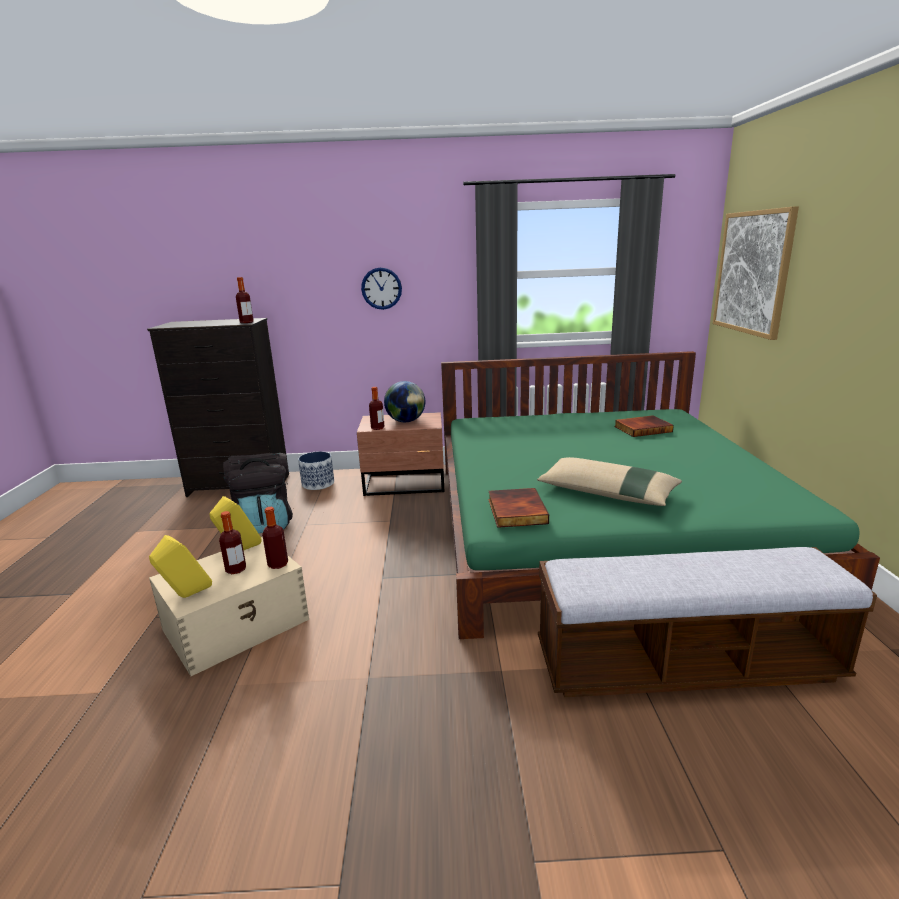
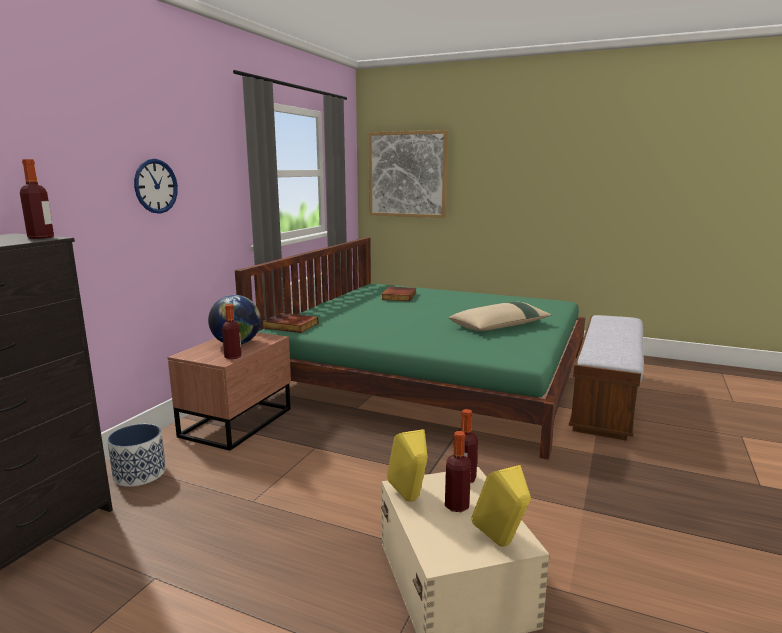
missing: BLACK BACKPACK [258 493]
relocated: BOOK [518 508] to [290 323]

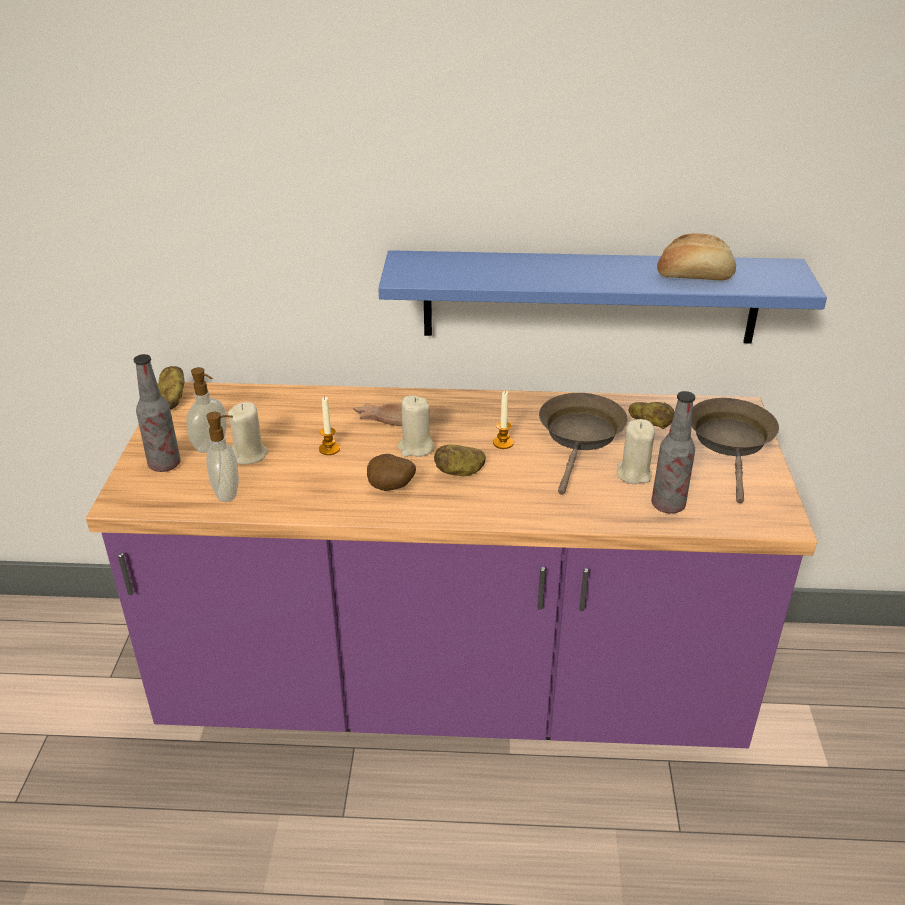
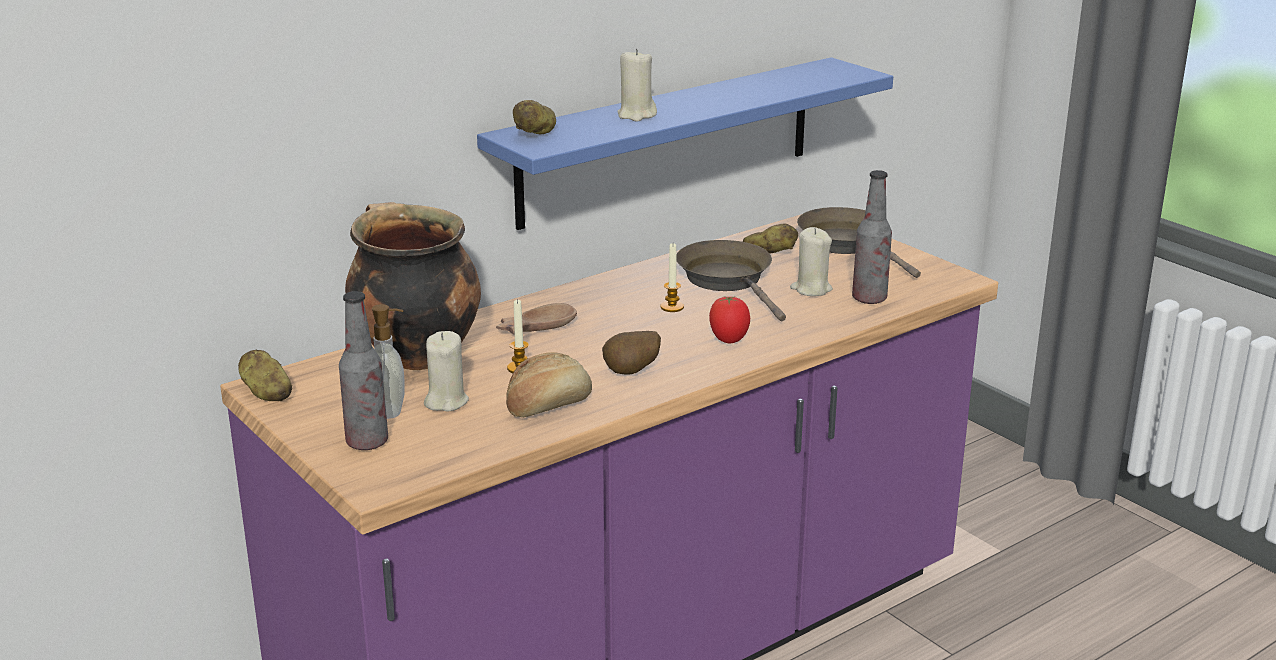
missing: SOAP DISPENSER [222 457]
appeared: COOKING POT [413 286]; TOMATO [729 320]
relocated: BREAD [696 256] to [549 384]; POTATO [460 460] to [534 117]; BEIGE CANDLE [416 426] to [637 85]

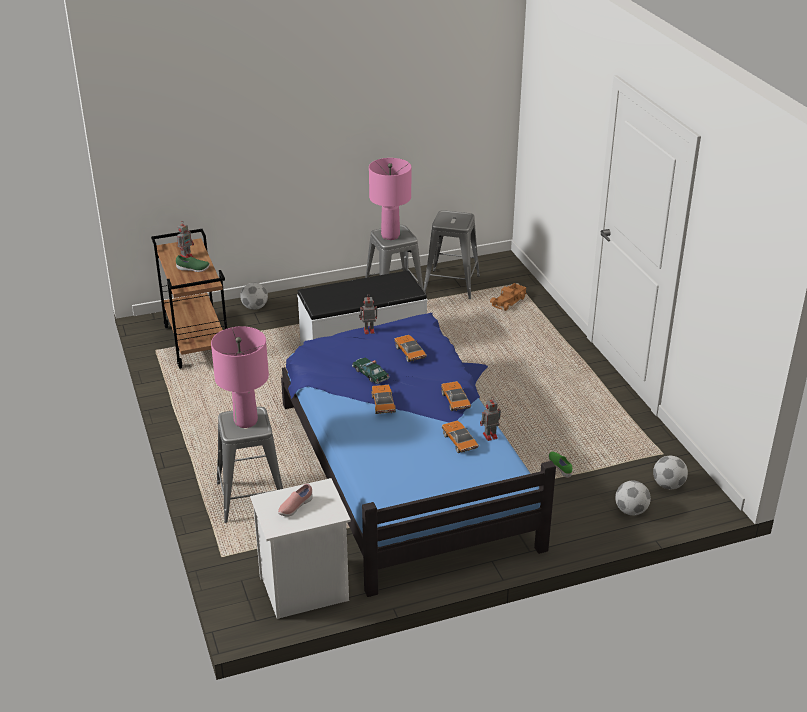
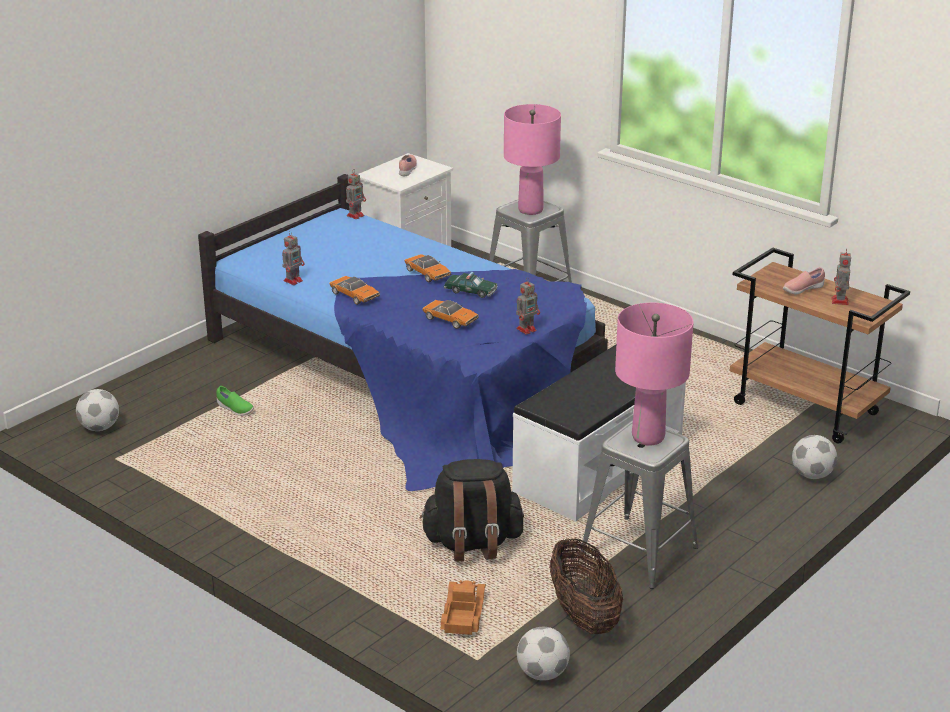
missing: TOY CAR [460 436]
appeared: TOY ROBOT [356 194]; BLACK BACKPACK [472 510]
relocated: FOOTBALL [633 498] to [543 654]
exchanged: GREY STOOL [452 254] to BASKET [586 586]
colour: GREEN SHOE [193 263] to PINK SHOE [804 280]

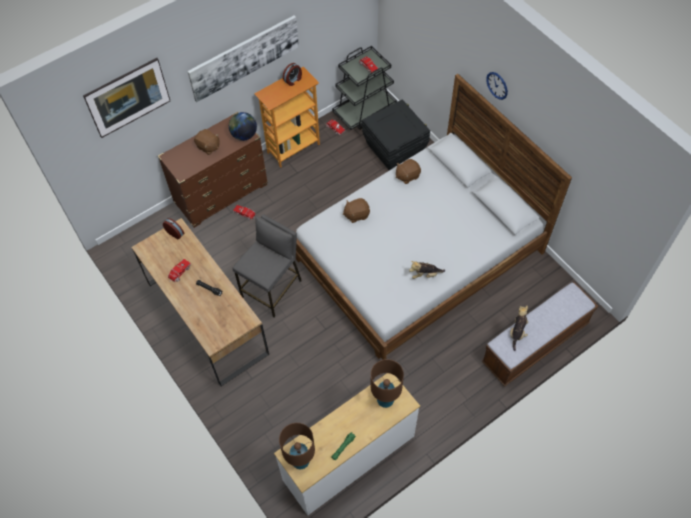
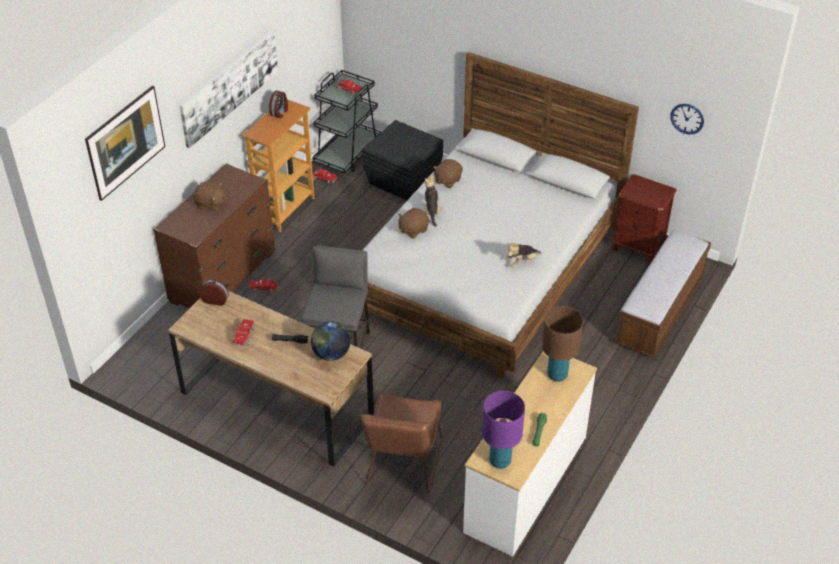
appeared: BROWN CHAIR [401 443]; BROWN NIGHTSTAND [644 219]
relocated: GLOBE [243 126] to [330 341]; PLUSH TOY [519 328] to [433 201]; WALL CLOCK [497 86] to [687 119]
colour: BROWN TABLE LAMP [297 446] to PURPLE TABLE LAMP [503 430]

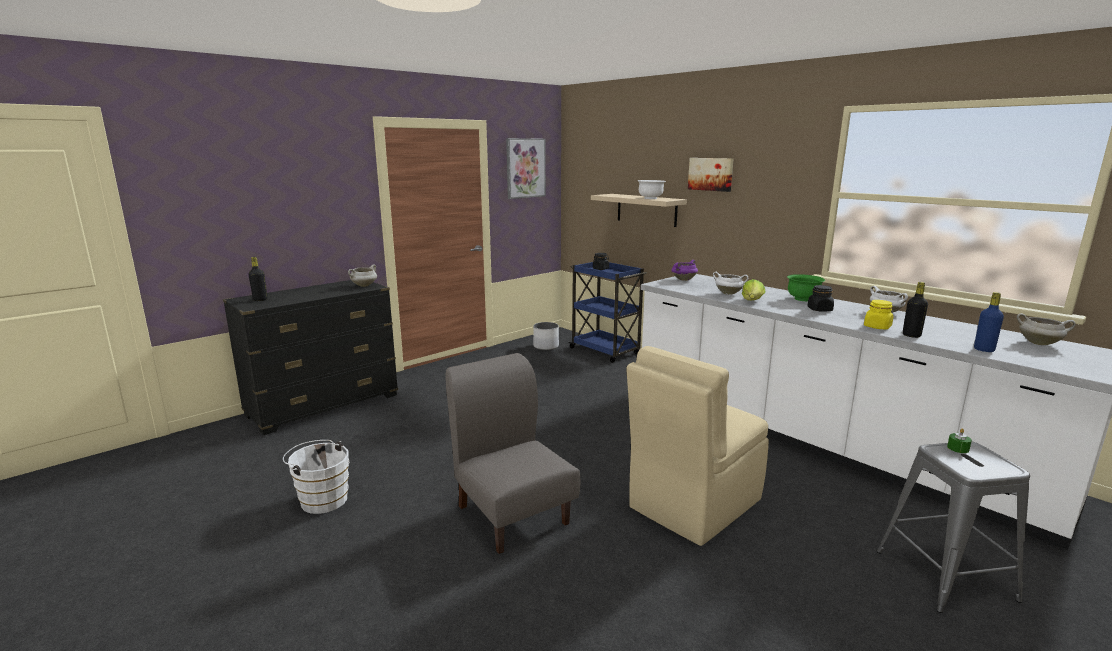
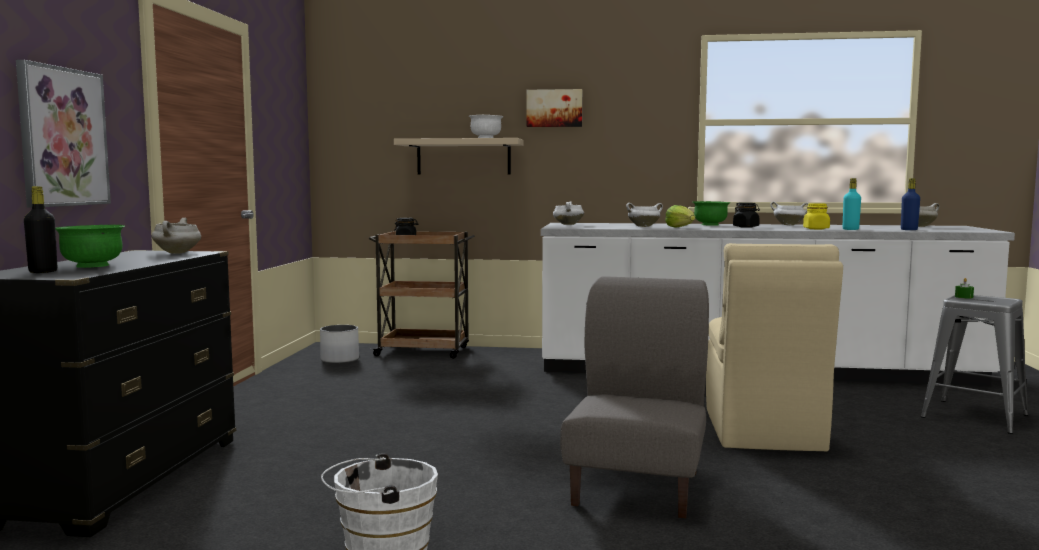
appeared: GREEN BOWL [90 246]
relocated: PICTURE [526 168] to [63 134]
colour: BLUE CART [607 312] to BROWN CART [422 295]; PURPLE COOKING POT [684 270] to WHITE COOKING POT [568 213]; BLACK BOTTLE [915 310] to TURQUOISE BOTTLE [852 204]
spun: GREY CHAIR [513 453] = [634 397] 90 degrees clockwise

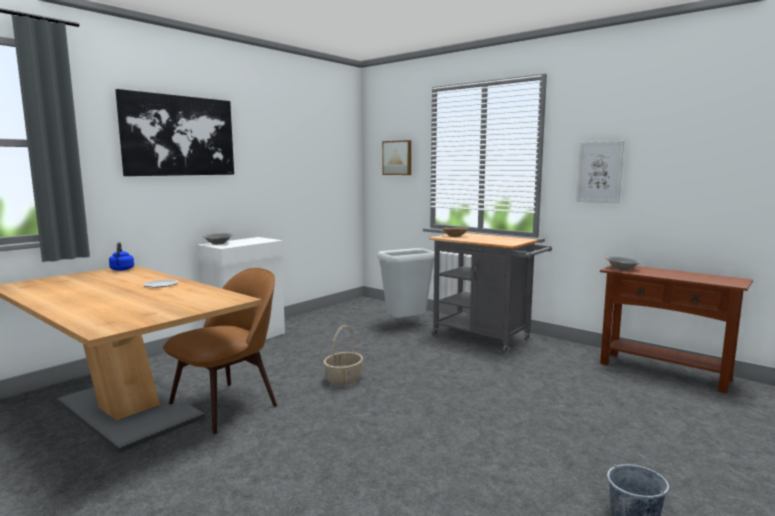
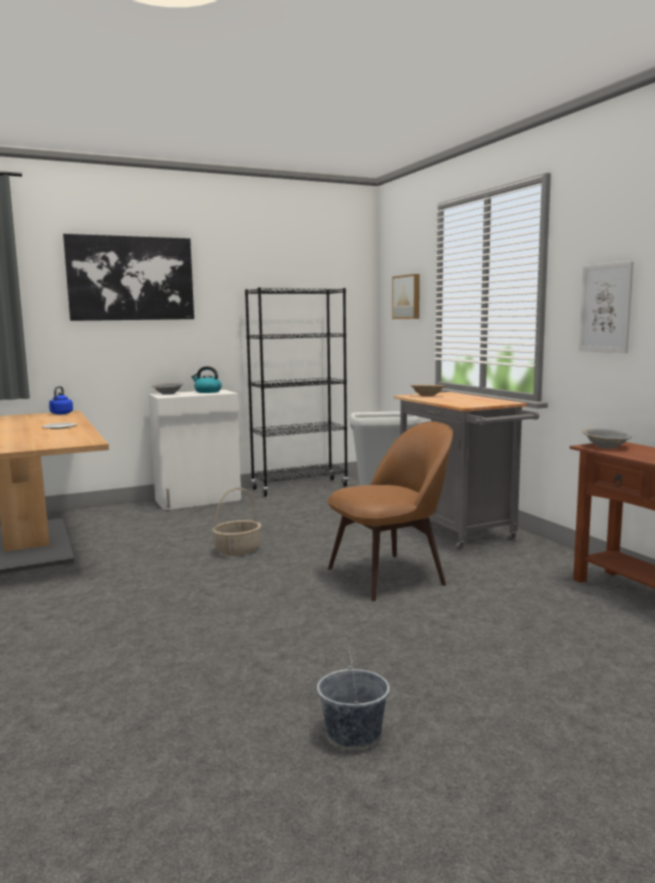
appeared: KETTLE [207 379]; BLACK BOOKCASE [297 392]
relocated: BROWN CHAIR [220 351] to [390 511]

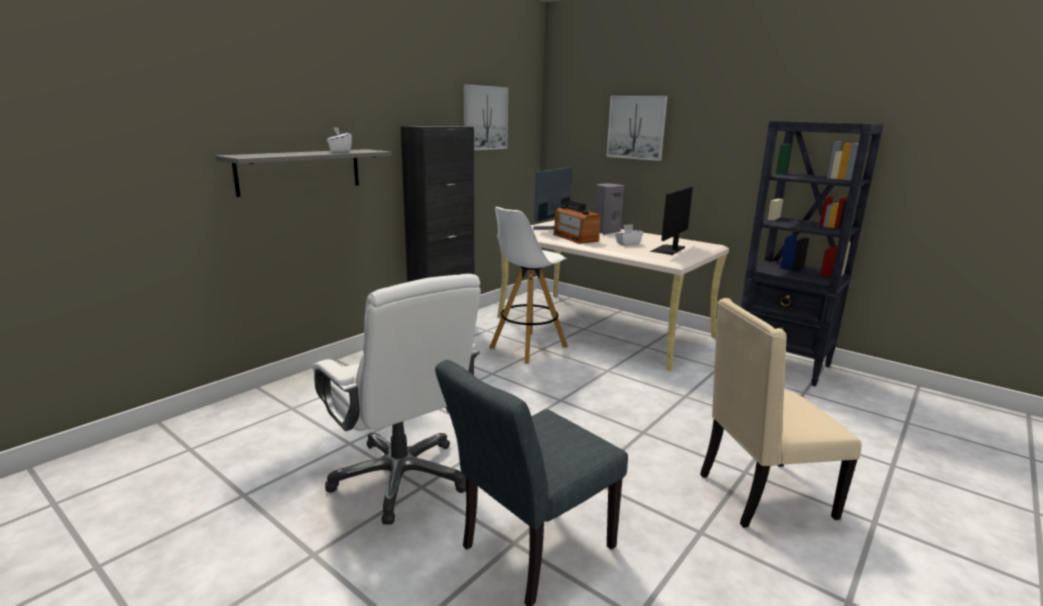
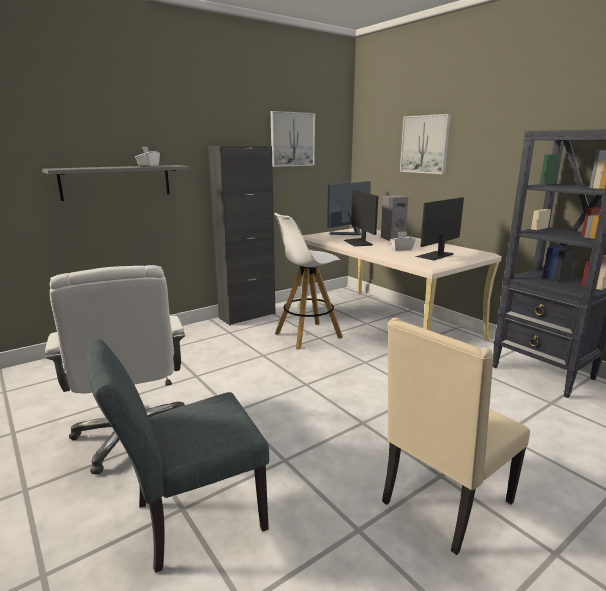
exchanged: RADIO [577 222] to MONITOR [360 218]
spun: BEIGE CHAIR [781 413] = [456 436] 45 degrees counterclockwise

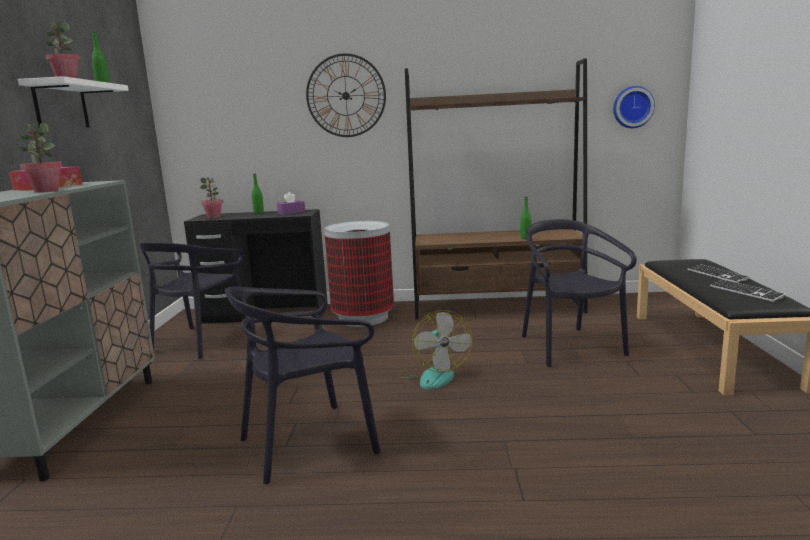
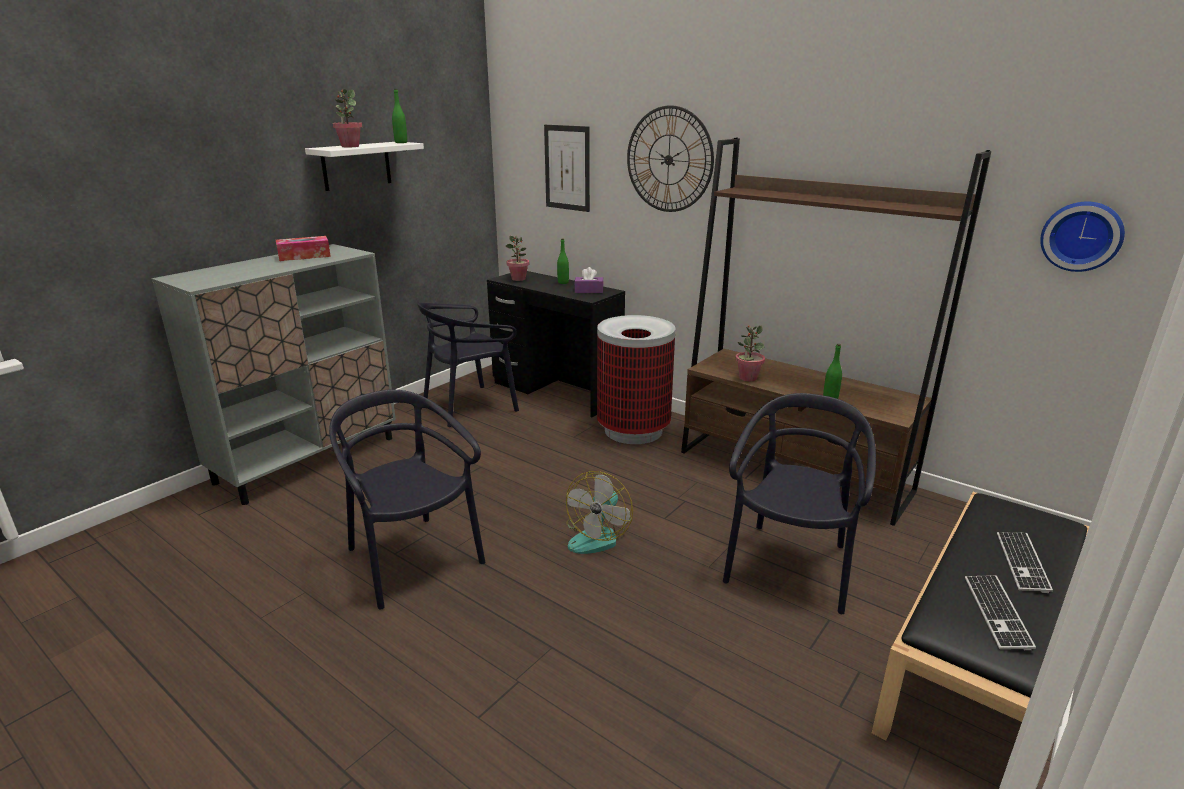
appeared: PICTURE [567 168]
relocated: POTTED PLANT [40 157] to [750 353]
spun: BLACK CHAIR [303 385] = [407 499] 45 degrees clockwise

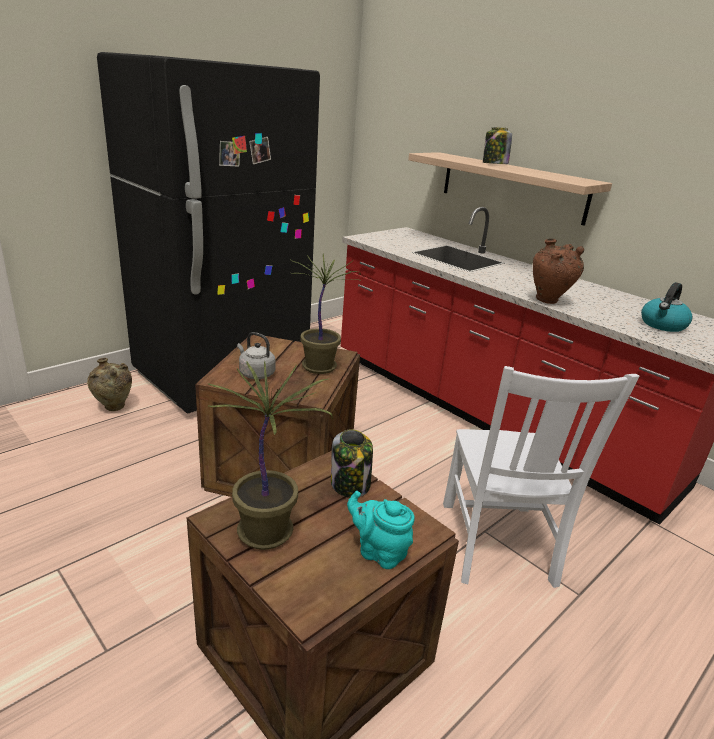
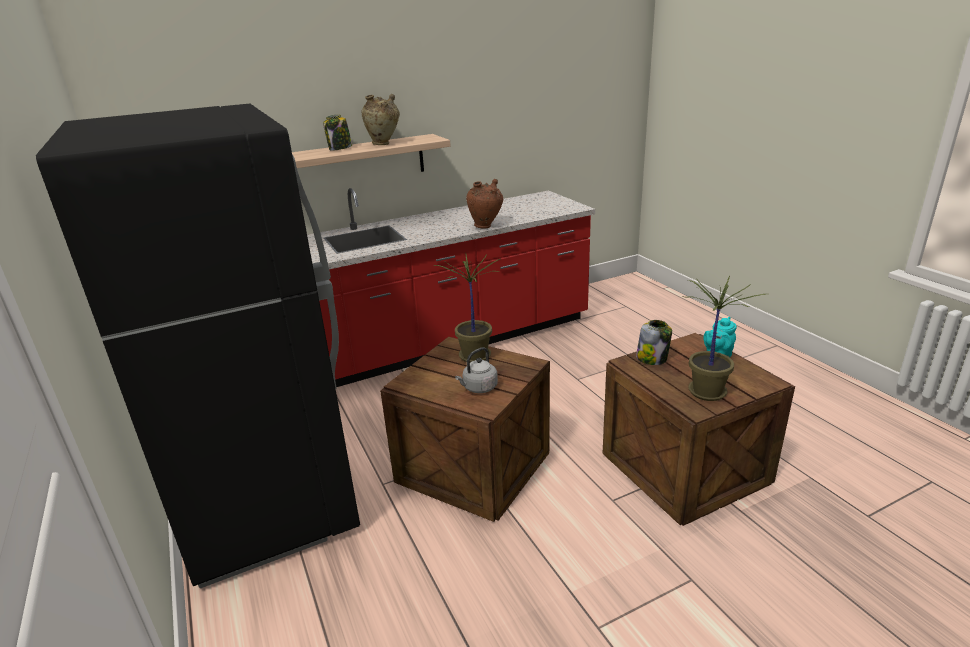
missing: WHITE CHAIR [541 477]; KETTLE [667 307]
relocated: BEIGE VASE [109 384] to [380 119]

